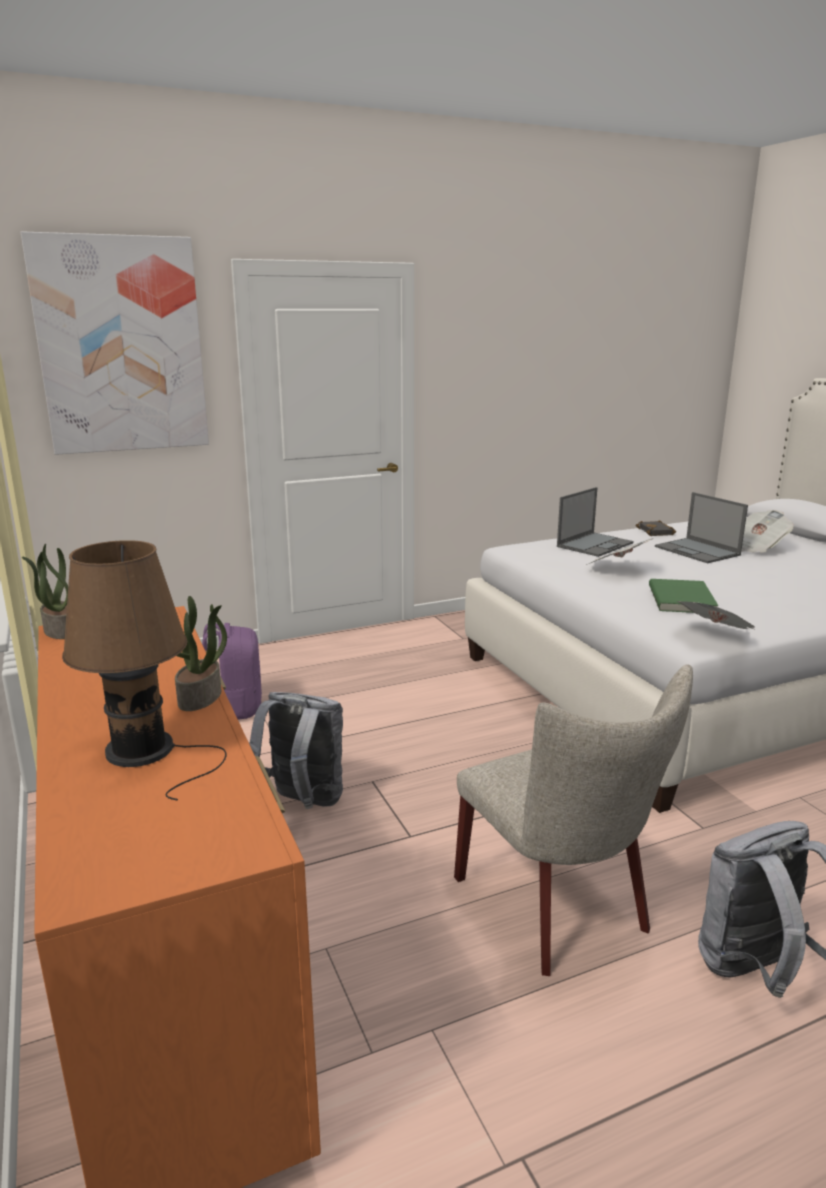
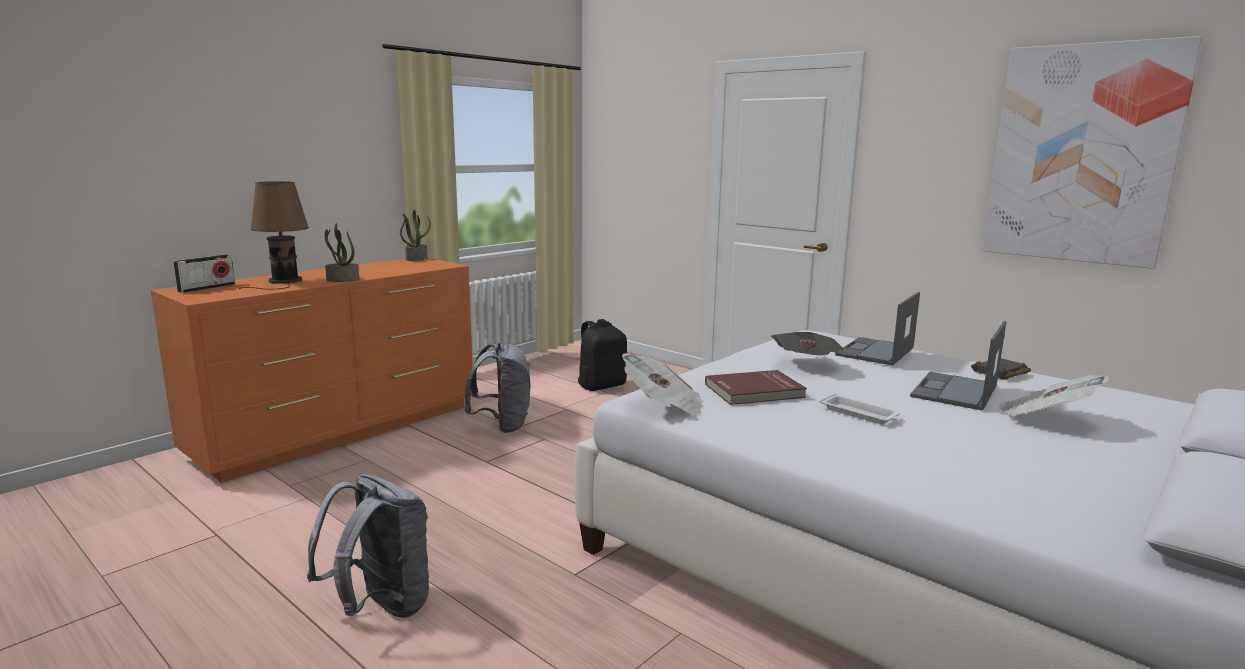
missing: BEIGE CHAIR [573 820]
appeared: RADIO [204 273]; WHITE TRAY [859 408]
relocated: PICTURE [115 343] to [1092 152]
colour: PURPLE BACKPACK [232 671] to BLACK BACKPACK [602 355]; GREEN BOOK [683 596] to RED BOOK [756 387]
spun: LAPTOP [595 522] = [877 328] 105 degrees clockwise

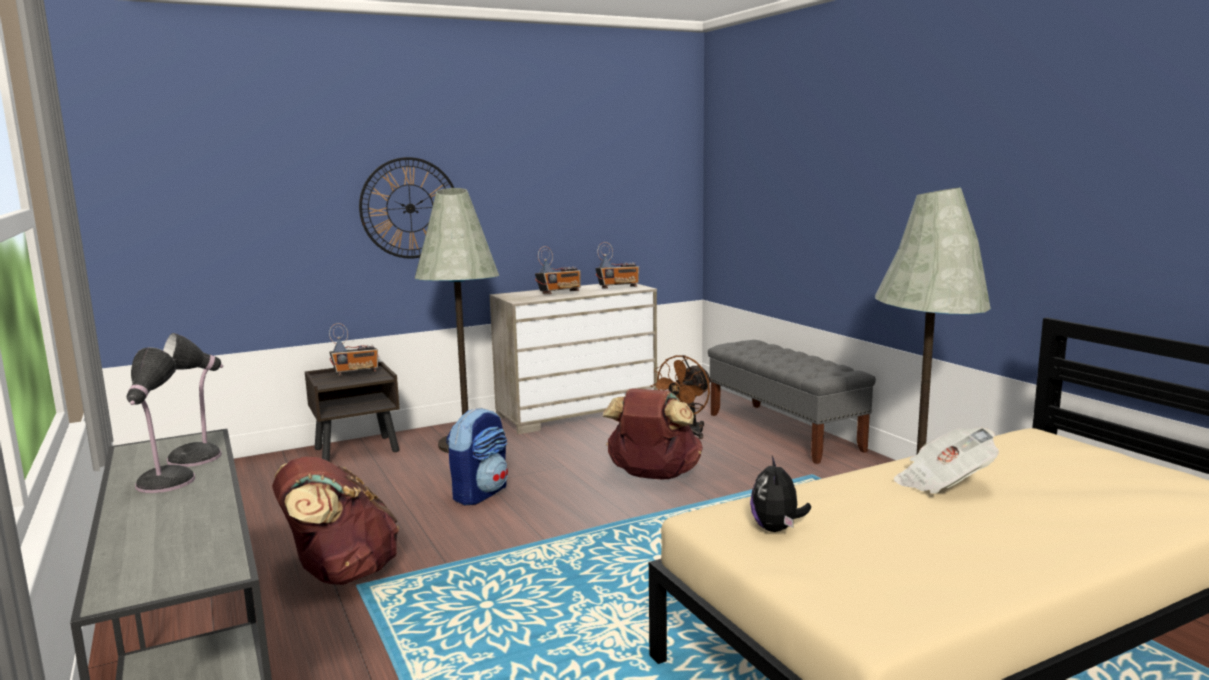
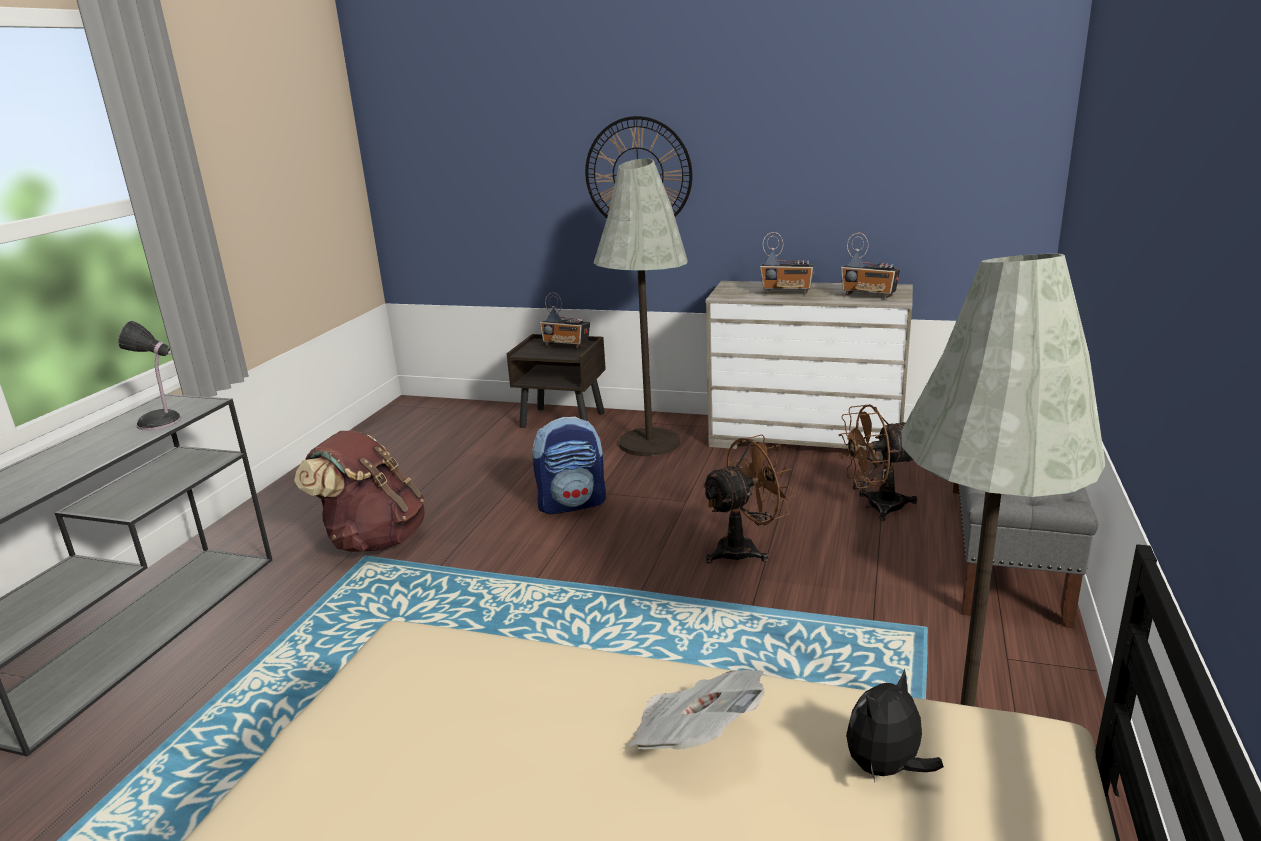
missing: TABLE LAMP [161 420]
relocated: PLUSH TOY [780 494] to [895 725]
exchanged: BROWN BACKPACK [653 434] to BROWN FAN [748 498]

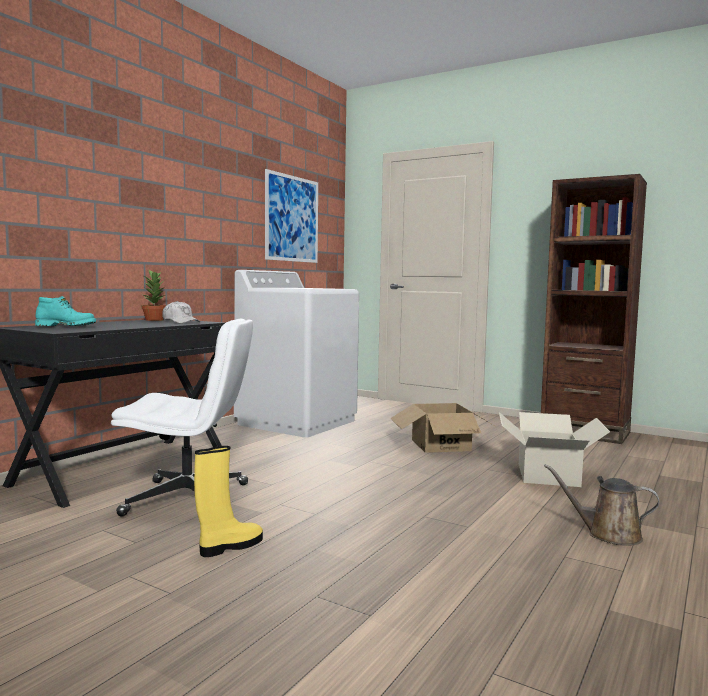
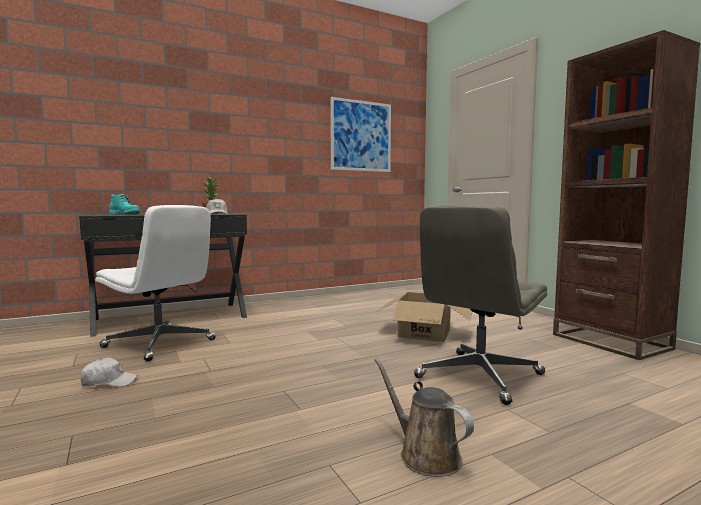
missing: WHITE WASHING MACHINE [296 354]
exchanged: YELLOW BOOT [228 501] to WHITE CAP [108 372]; CARDBOARD BOX [554 449] to GREY OFFICE CHAIR [481 305]

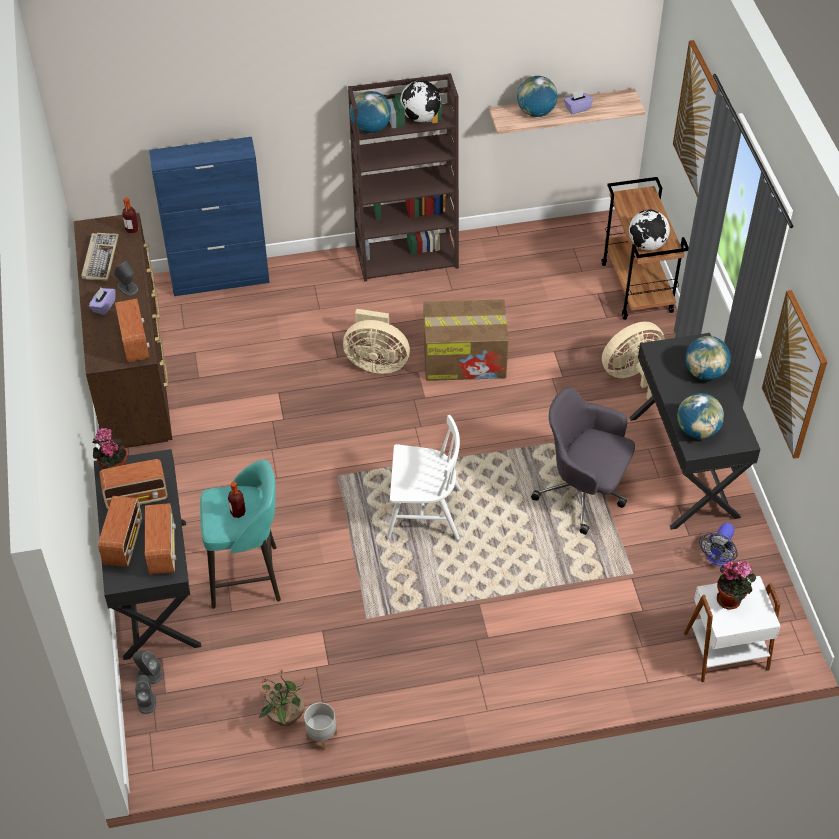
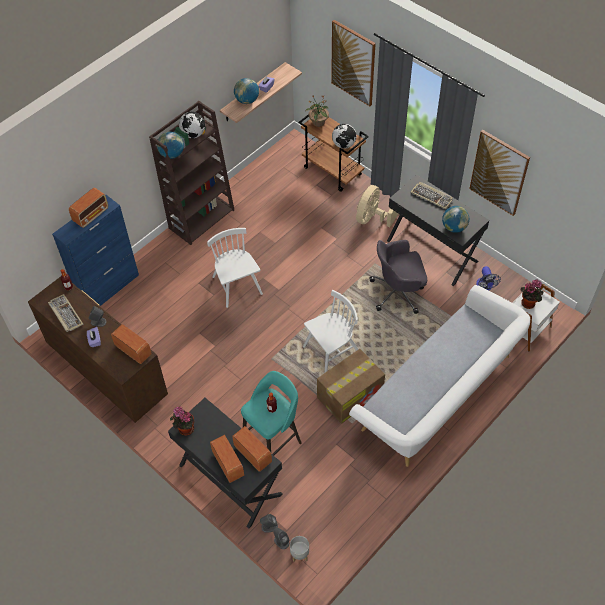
appeared: WHITE SOFA [439 376]
relocated: RADIO [133 484] to [88 208]; GREY PLANTER [320 726] to [299 549]; POTTED PLANT [282 697] to [317 111]; CARDBOARD BOX [466 340] to [351 386]
exchanged: BEIGE FAN [376 341] to WHITE CHAIR [235 268]; GLOBE [708 358] to KEYBOARD [432 195]

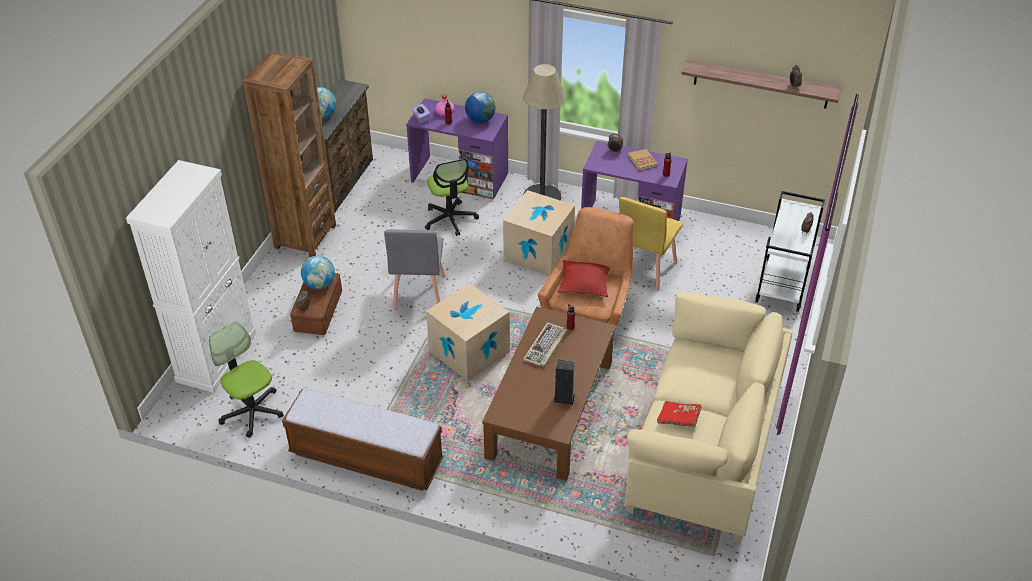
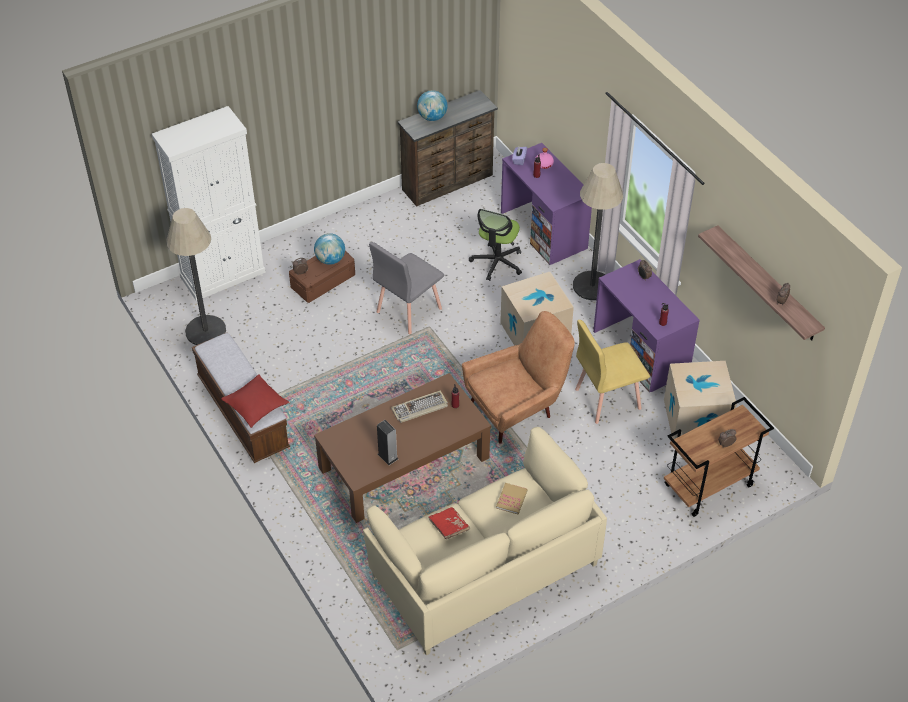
missing: BROWN BOOKCASE [289 154]; GLOBE [480 107]
relocated: RED PILLOW [584 278] to [255 401]; BOOK [643 160] to [512 498]; CARDBOARD BOX [468 332] to [700 400]
exchanged: OFFICE CHAIR [246 379] to FLOOR LAMP [196 276]
colour: WHITE CART [790 251] to BROWN CART [719 457]

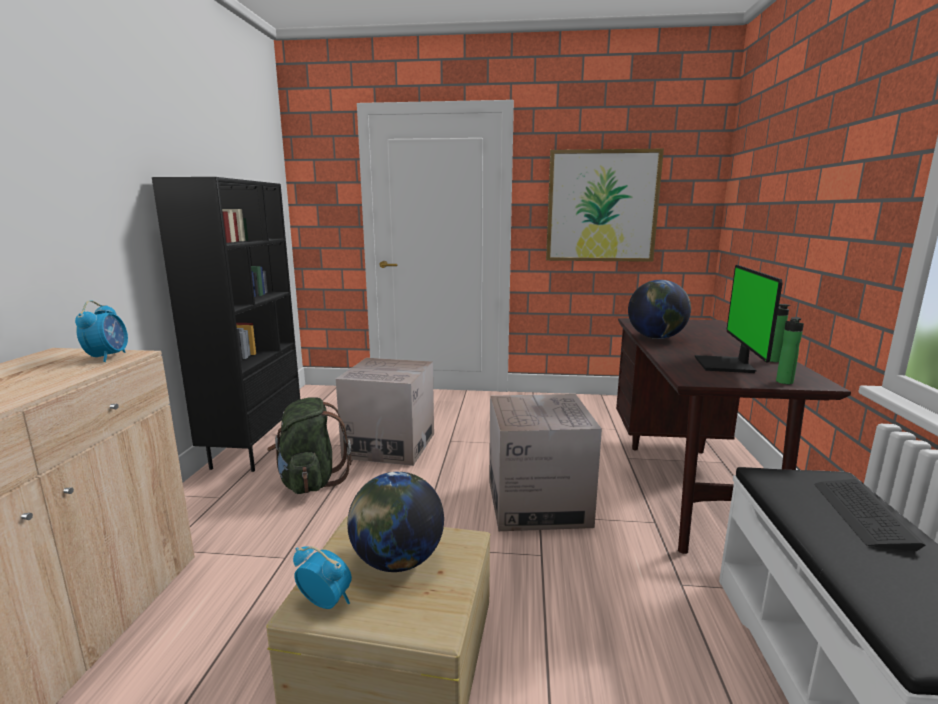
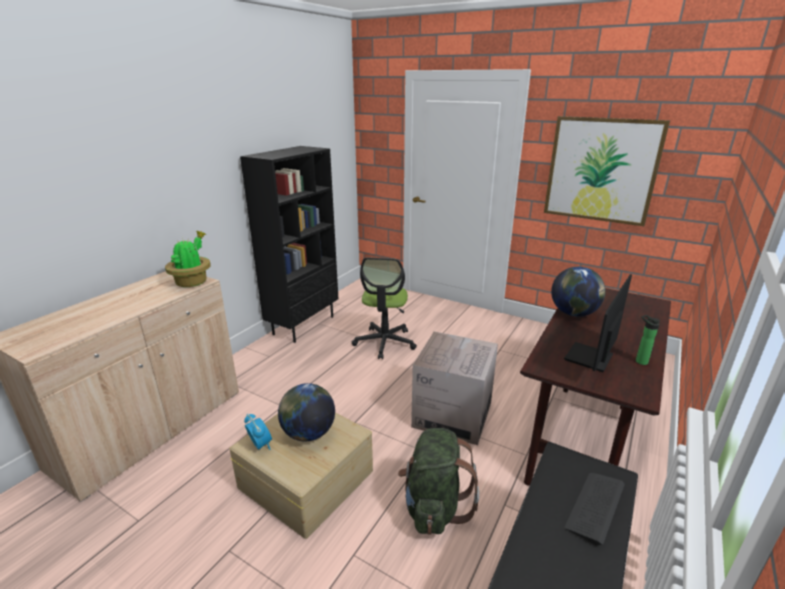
missing: BOTTLE [790 350]
relocated: GREEN BACKPACK [309 445] to [439 481]
exchanged: ALARM CLOCK [101 331] to POTTED PLANT [188 259]; CARDBOARD BOX [385 412] to OFFICE CHAIR [384 308]

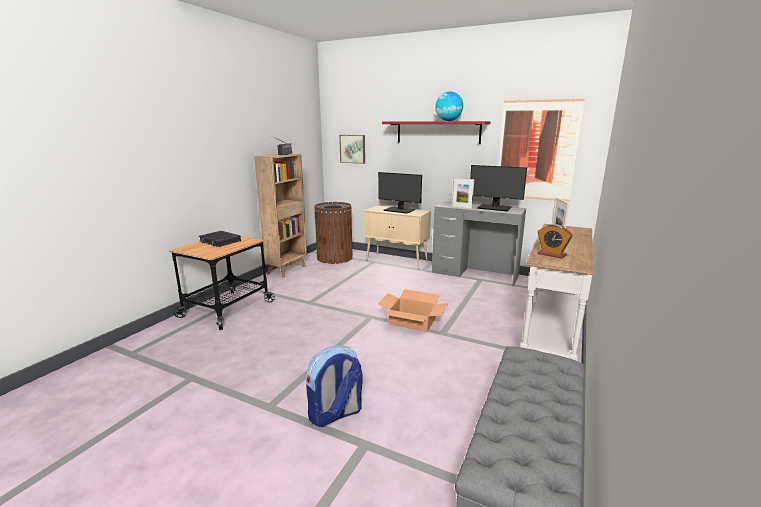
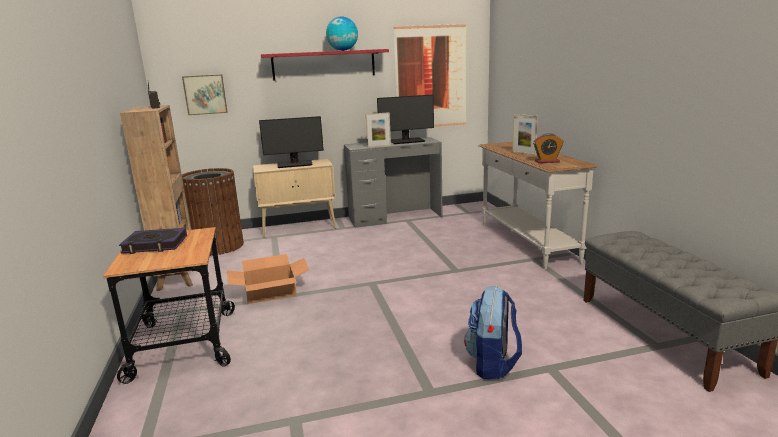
relocated: CARDBOARD BOX [413 310] to [268 279]

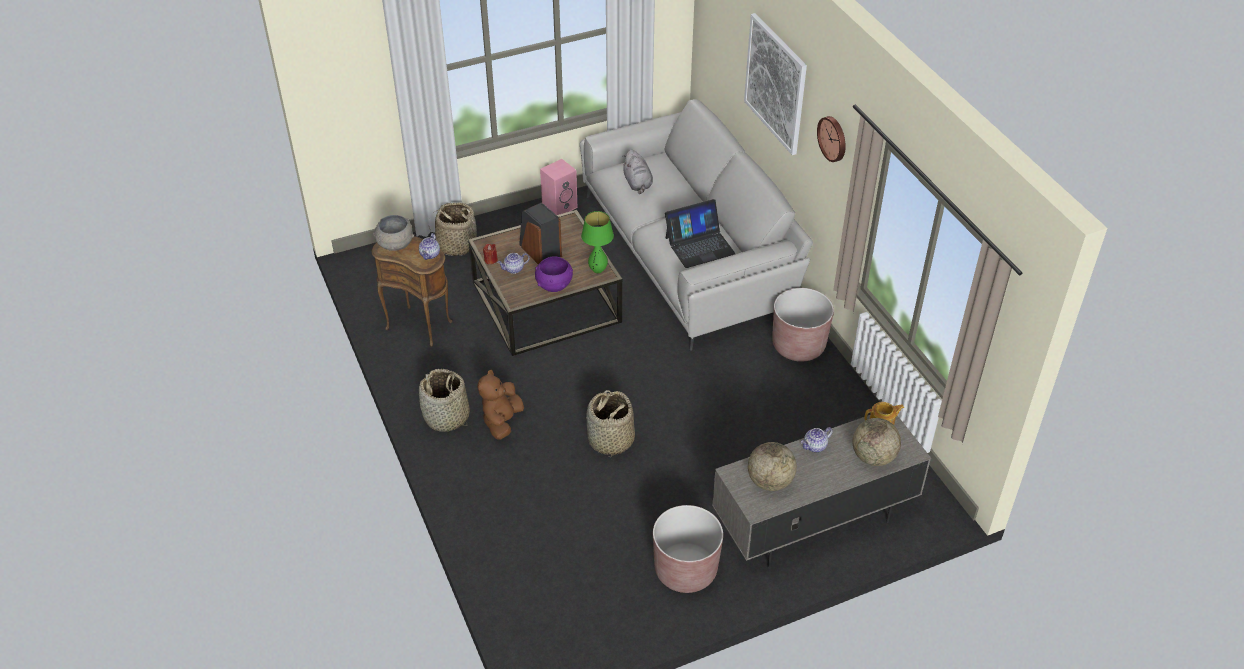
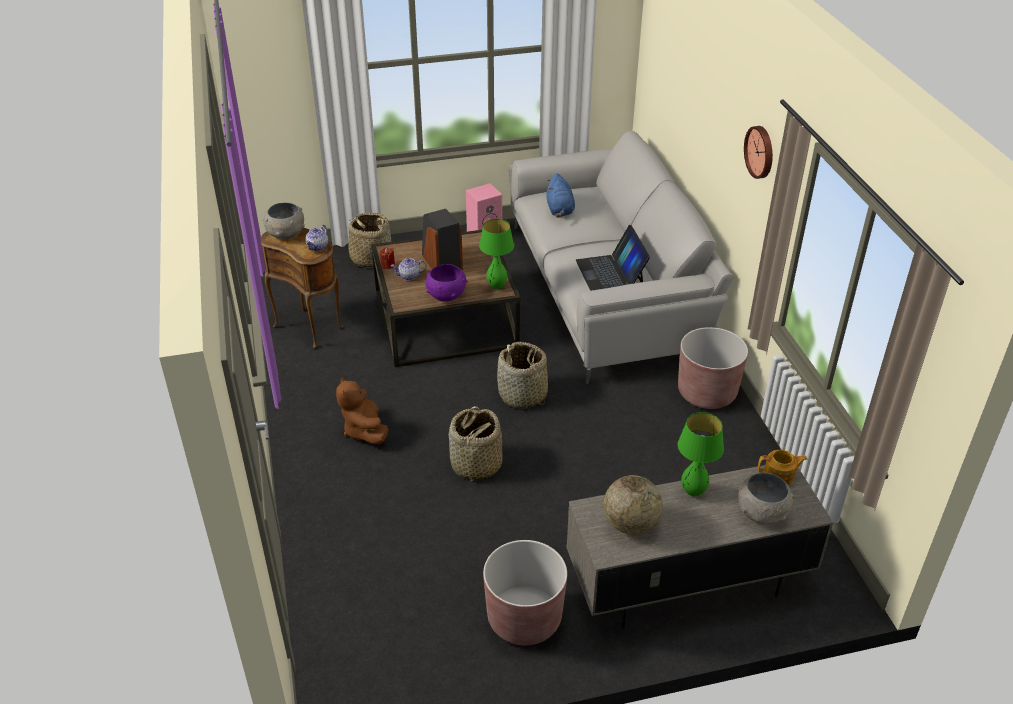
missing: PICTURE [775 84]
relocated: BASKET [444 400] to [522 375]
exchanged: TEAPOT [816 439] to GREEN TABLE LAMP [701 454]; GLOBE [876 442] to GREY BOWL [766 498]
colour: GREY PLUSH TOY [637 171] to BLUE PLUSH TOY [560 195]
spun: BROWN PLUSH TOY [500 405] = [362 410] 45 degrees counterclockwise; LAPTOP [700 233] = [613 258] 90 degrees clockwise

